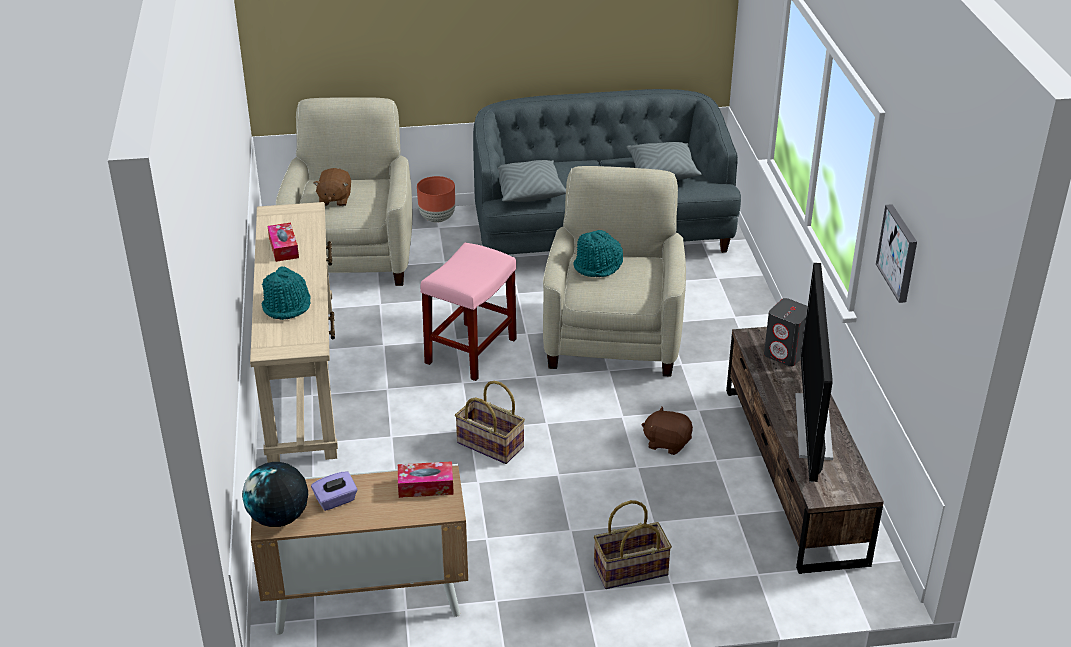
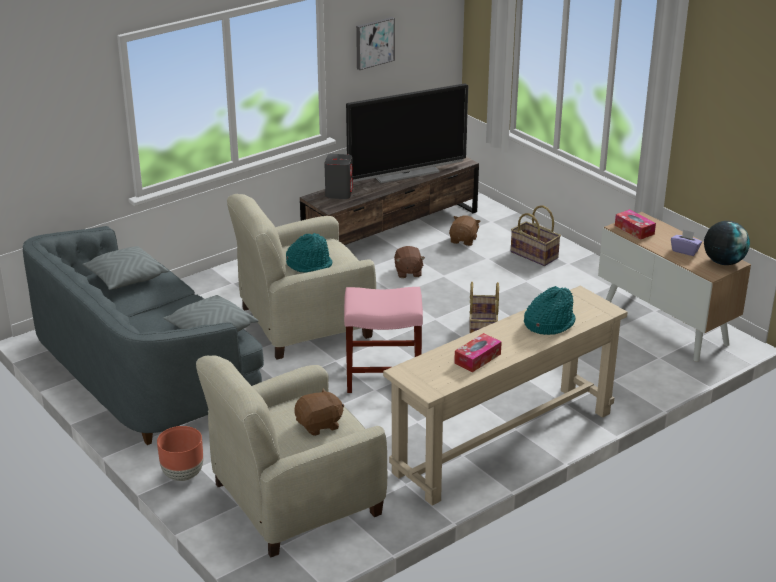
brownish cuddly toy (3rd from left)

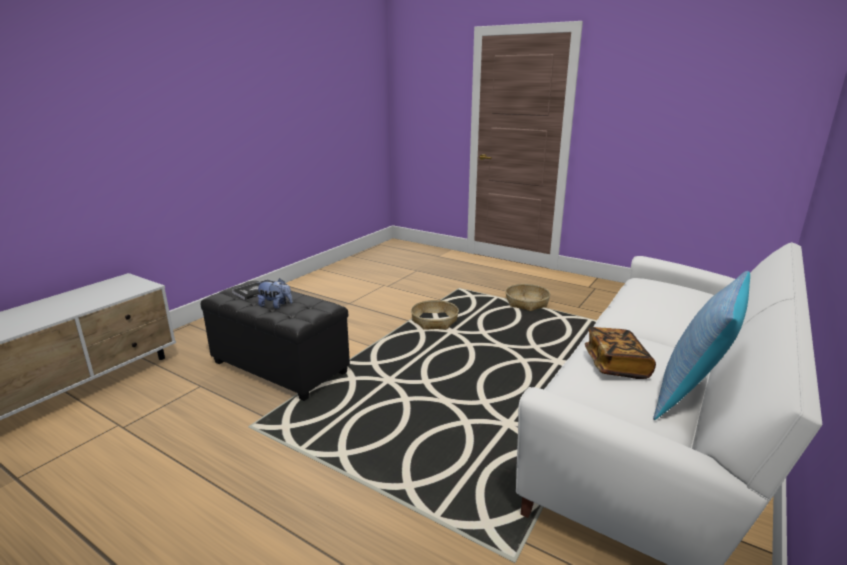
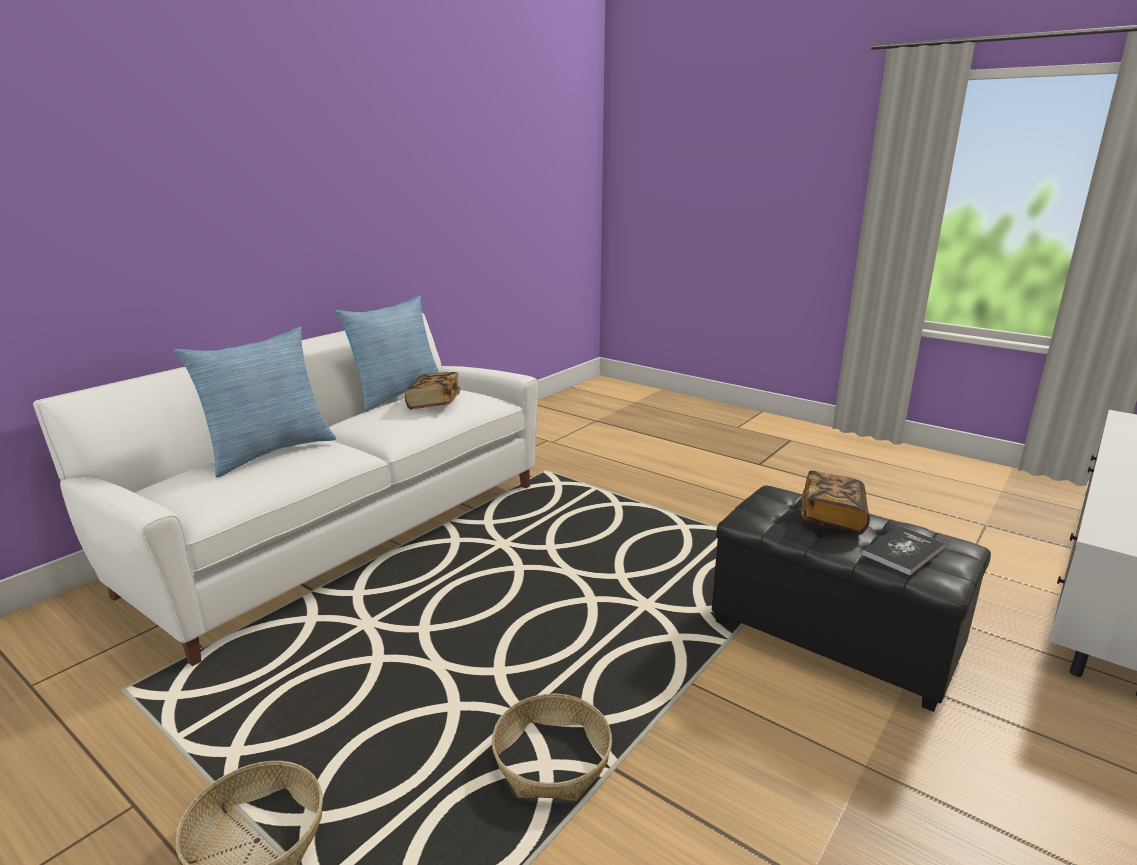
volume (2nd from left); pillow (1st from left)

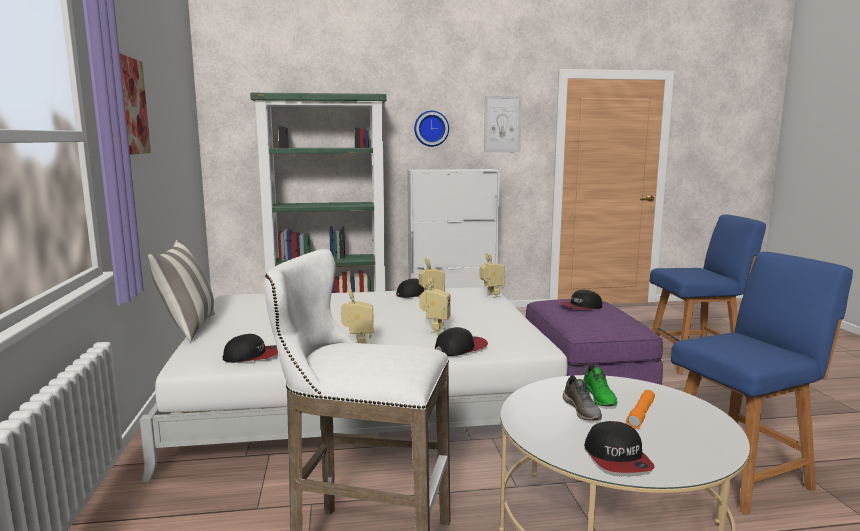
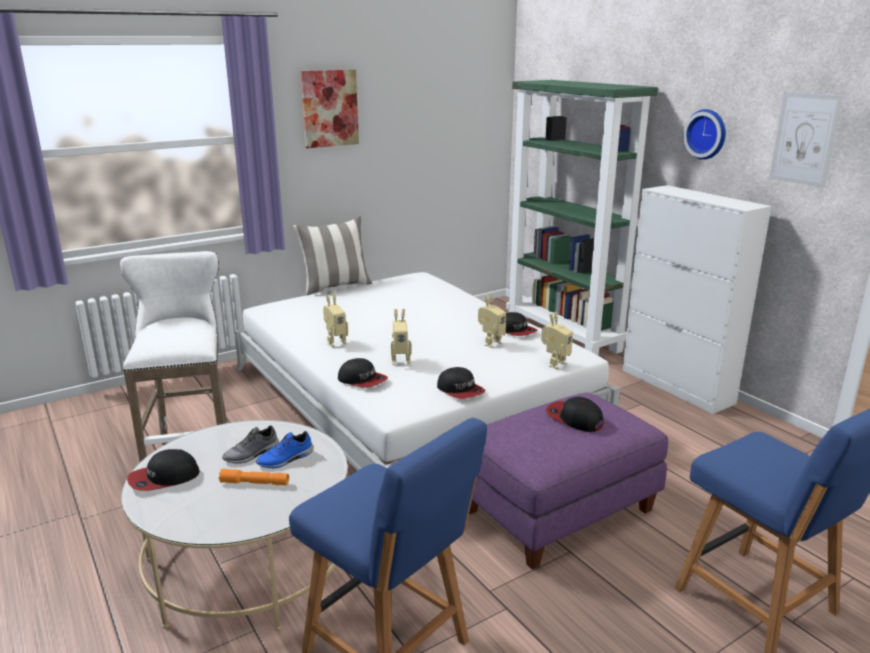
cap (3rd from left); blue-coloured item of footwear

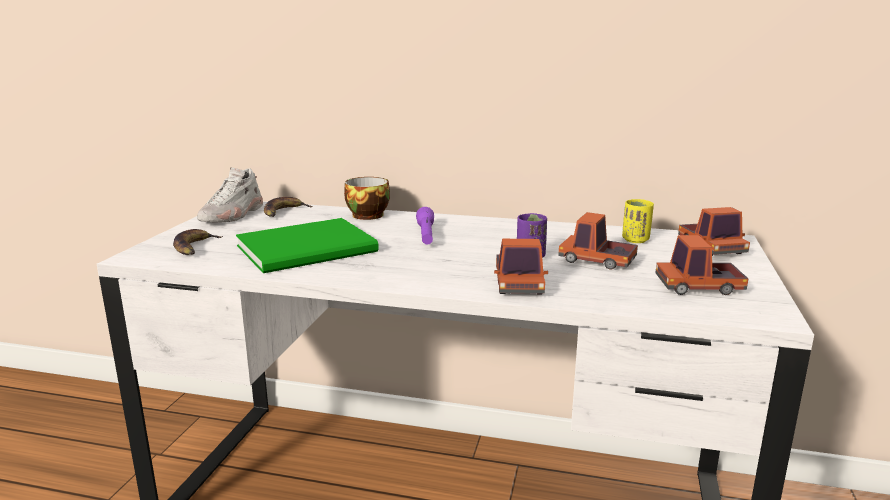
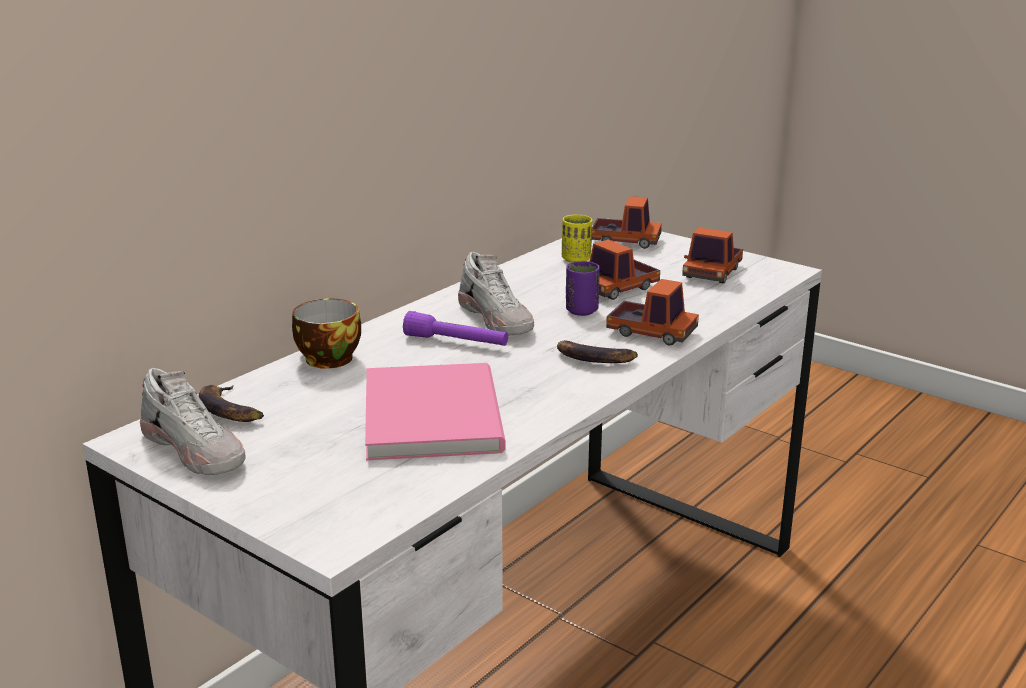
pink volume; whole banana (2nd from left); white item of footwear (2nd from left)

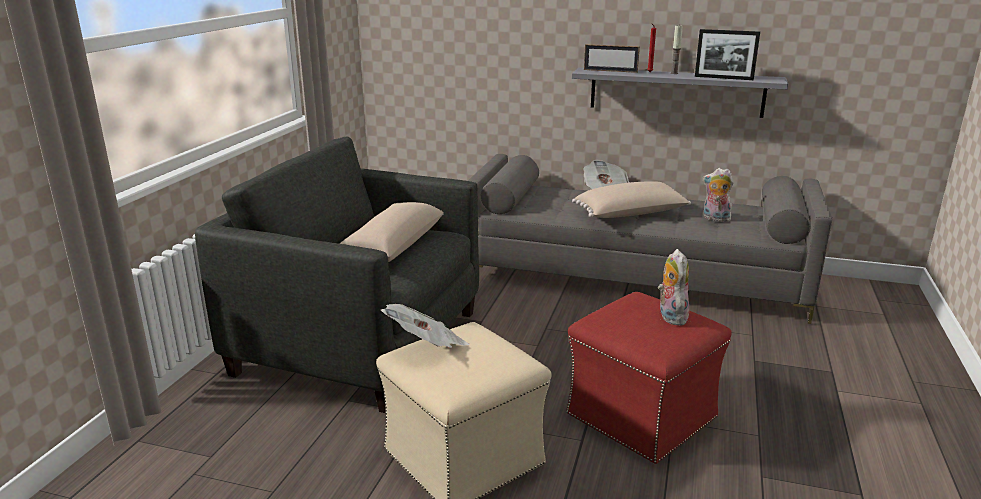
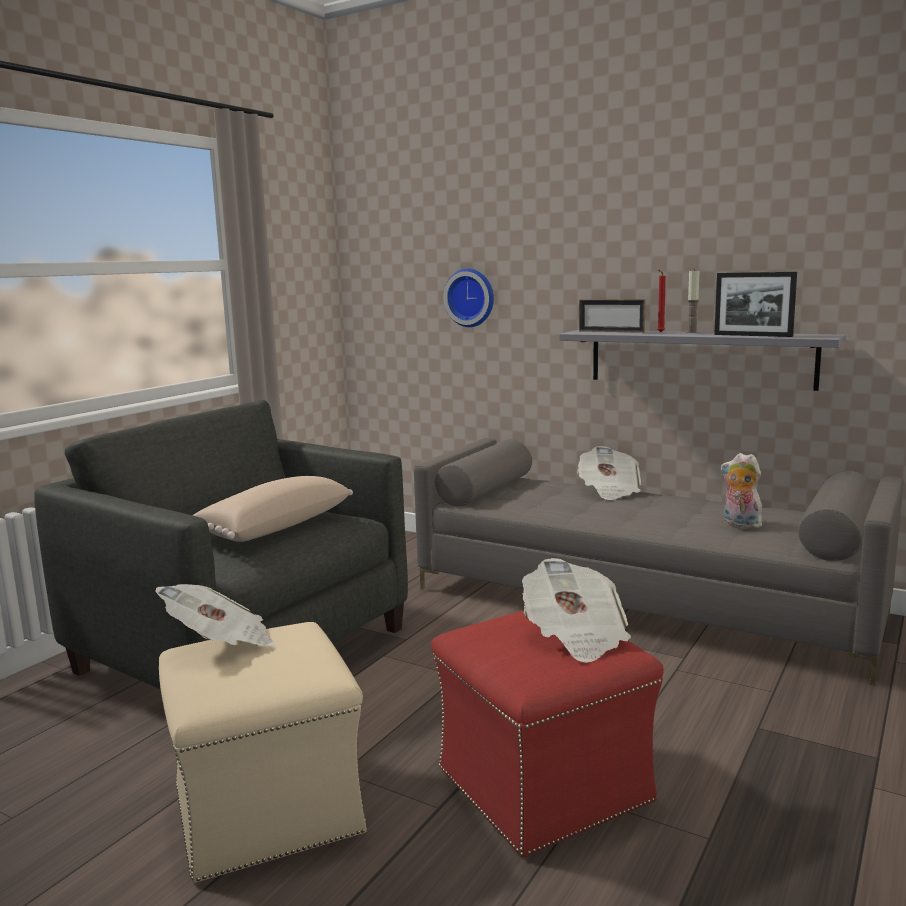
sand-coloured pillow (2nd from left in the first image); daily paper (2nd from left); wall clock

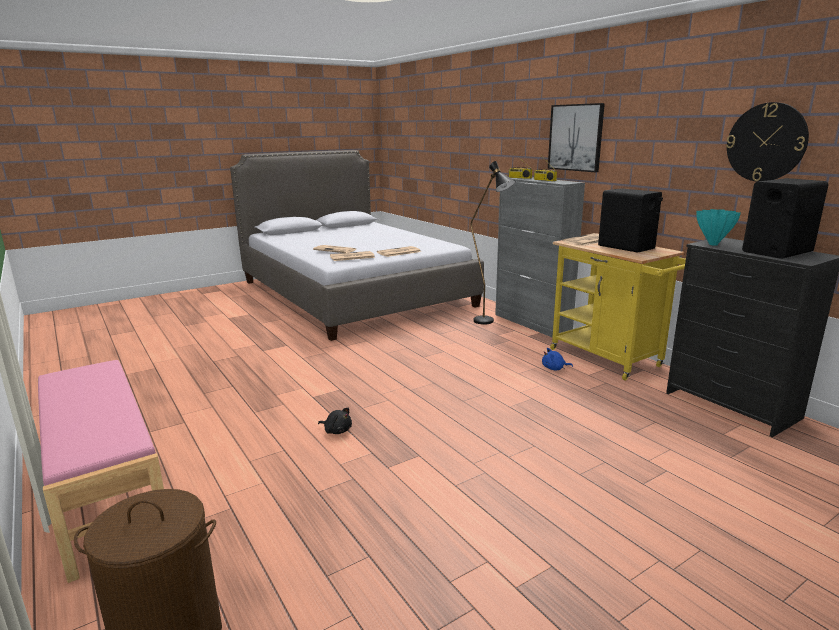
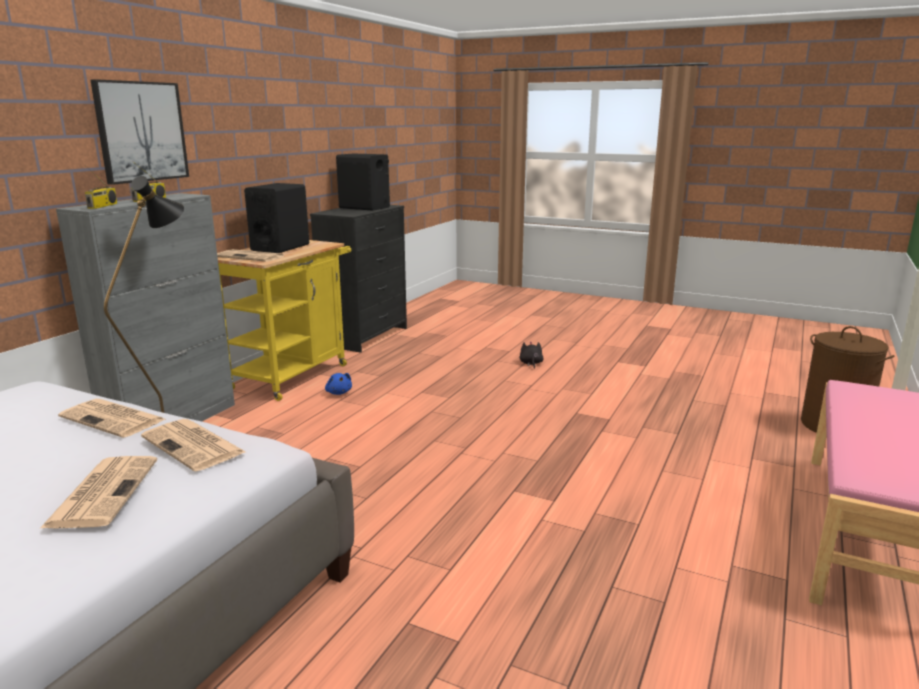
wall clock; turquoise flower vase; black-coloured cuddly toy

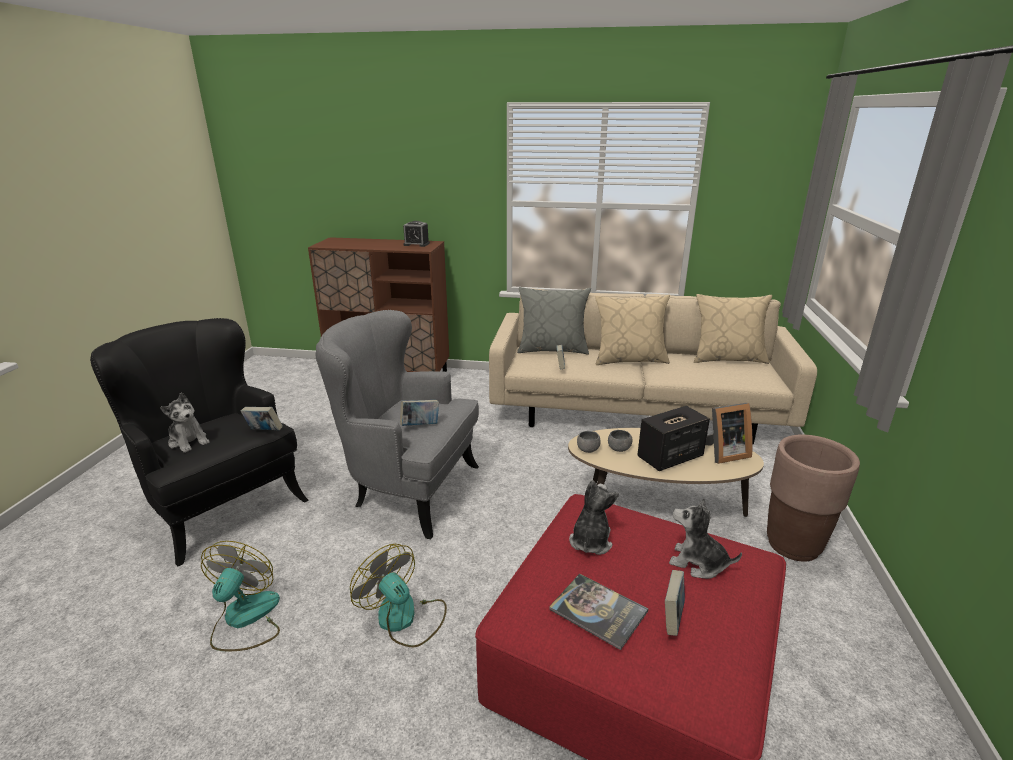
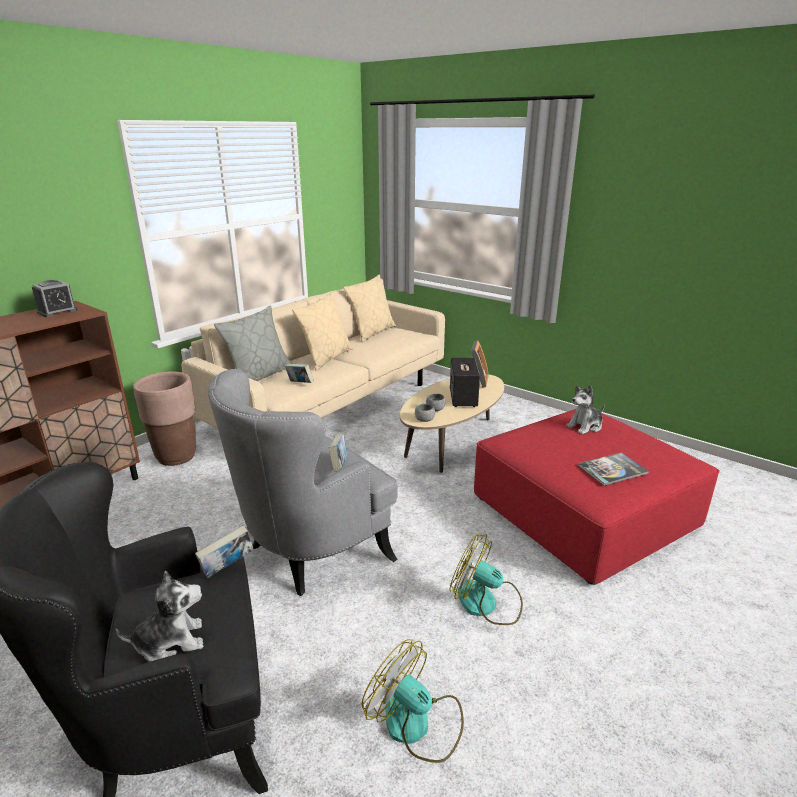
brownish flower pot; cuddly toy (2nd from left in the first image); fan (2nd from left); volume (5th from left in the first image)

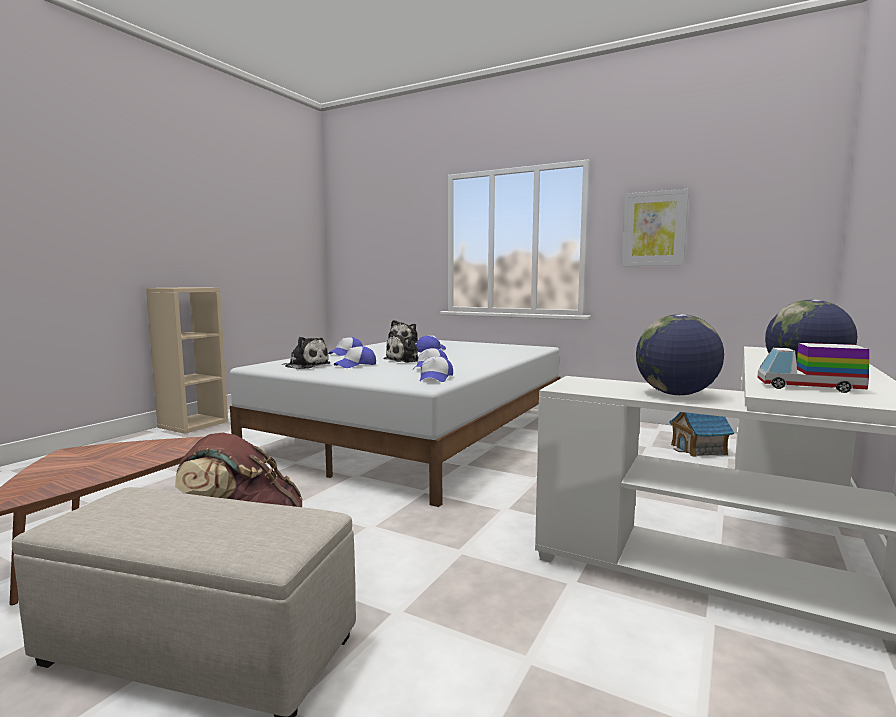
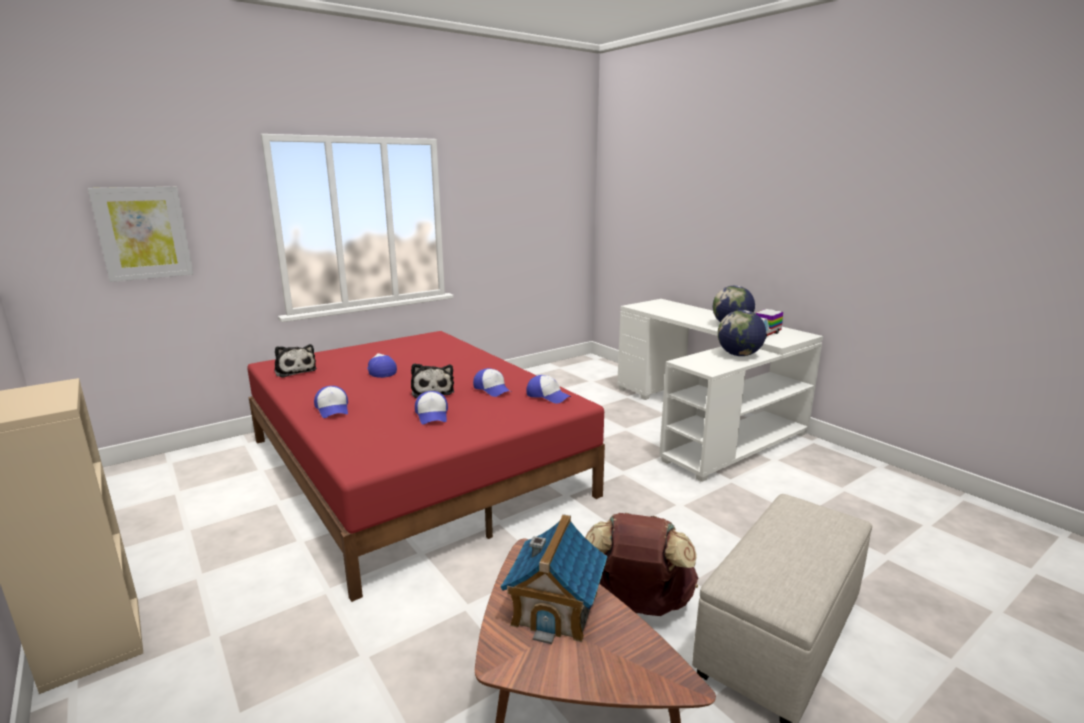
wall picture; cuddly toy (1st from left in the first image); reddish bedroom bed; model house

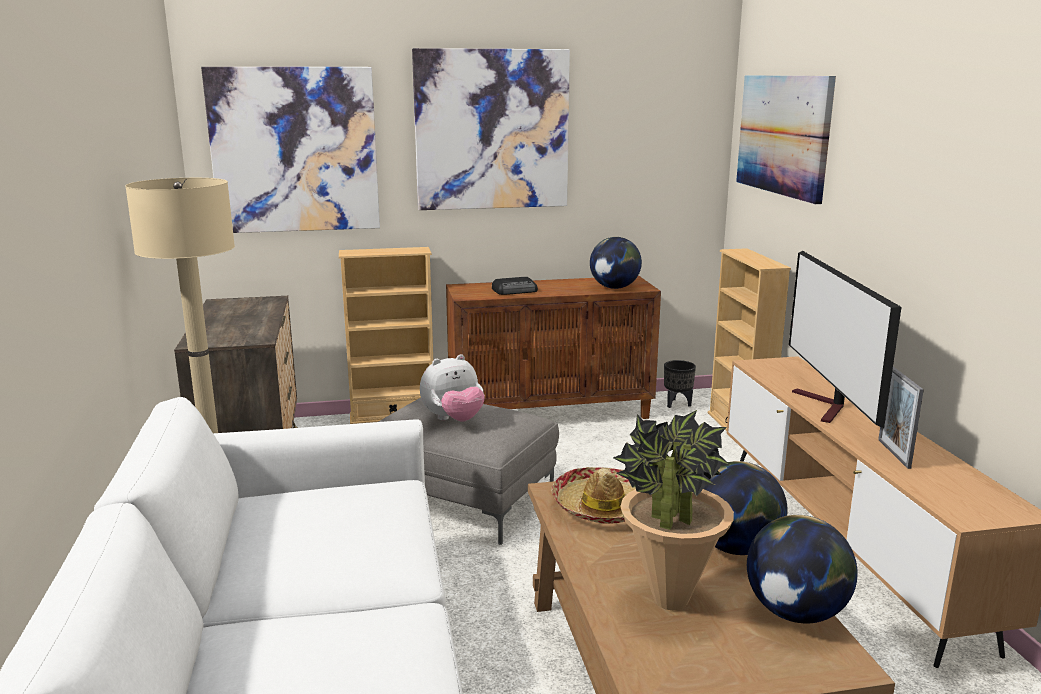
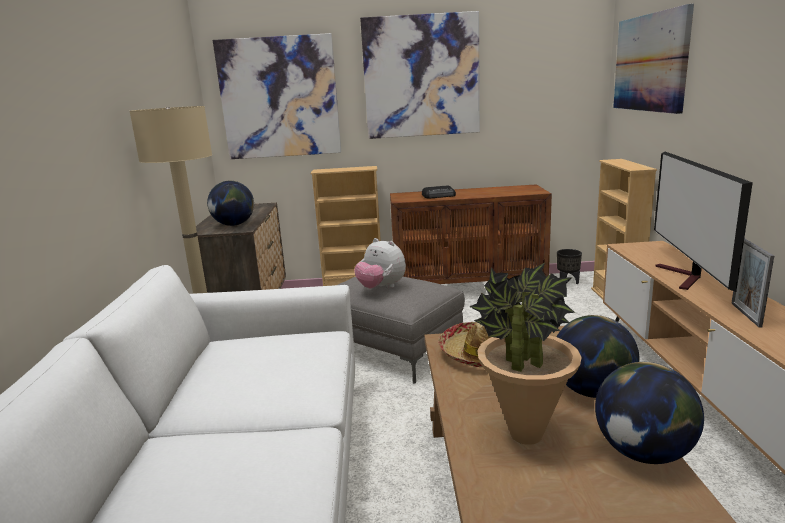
desk globe (1st from left); cuddly toy

